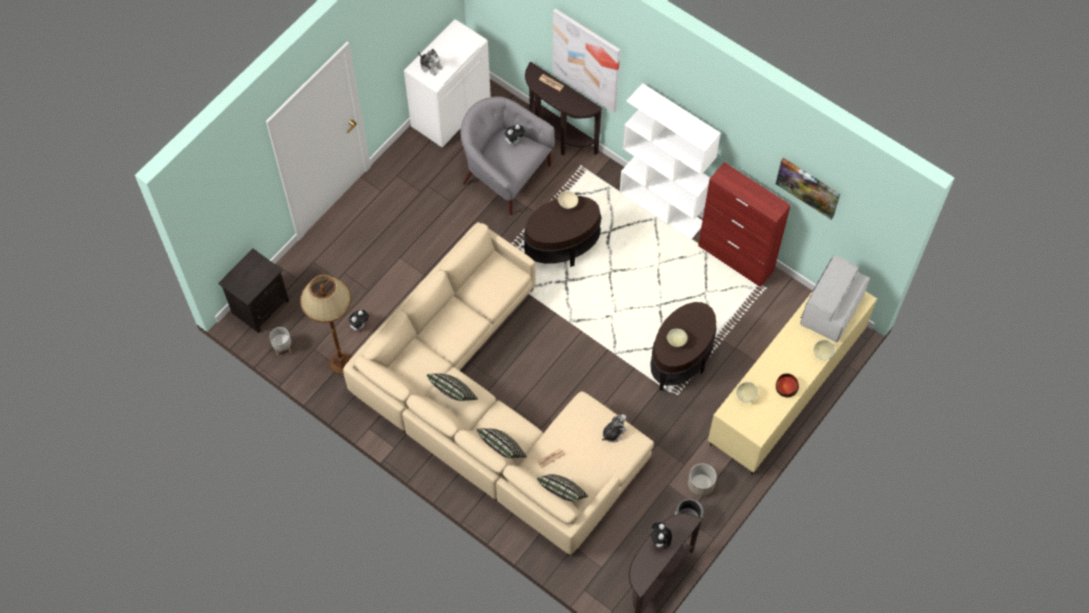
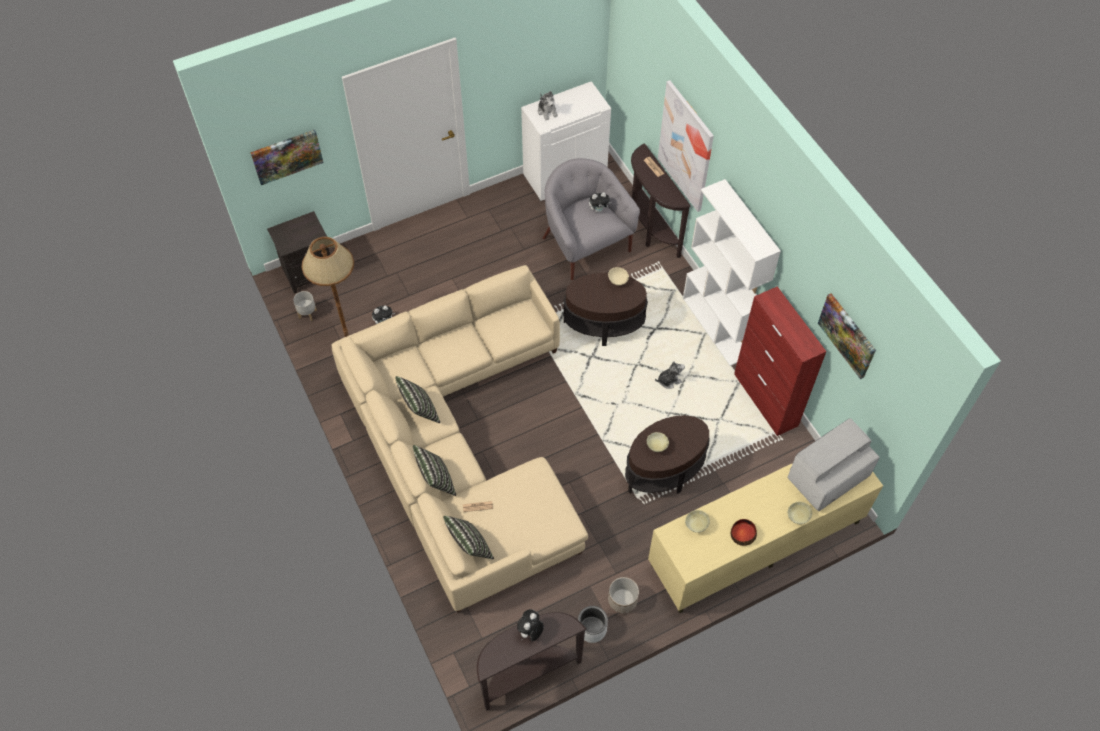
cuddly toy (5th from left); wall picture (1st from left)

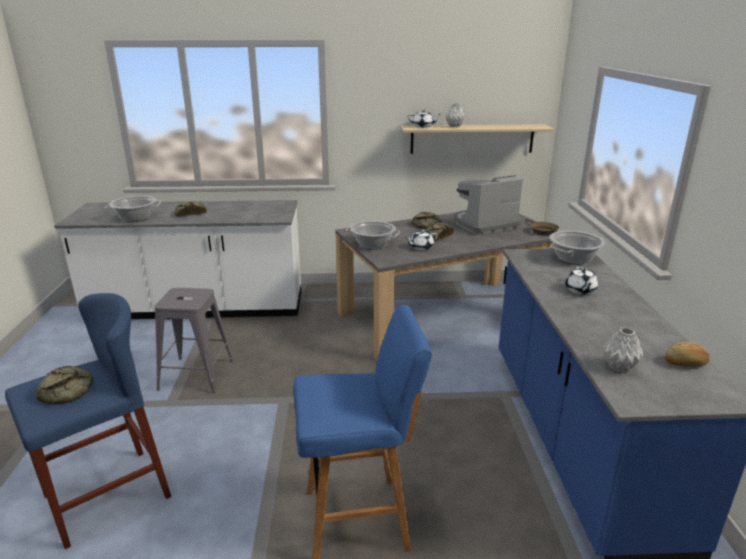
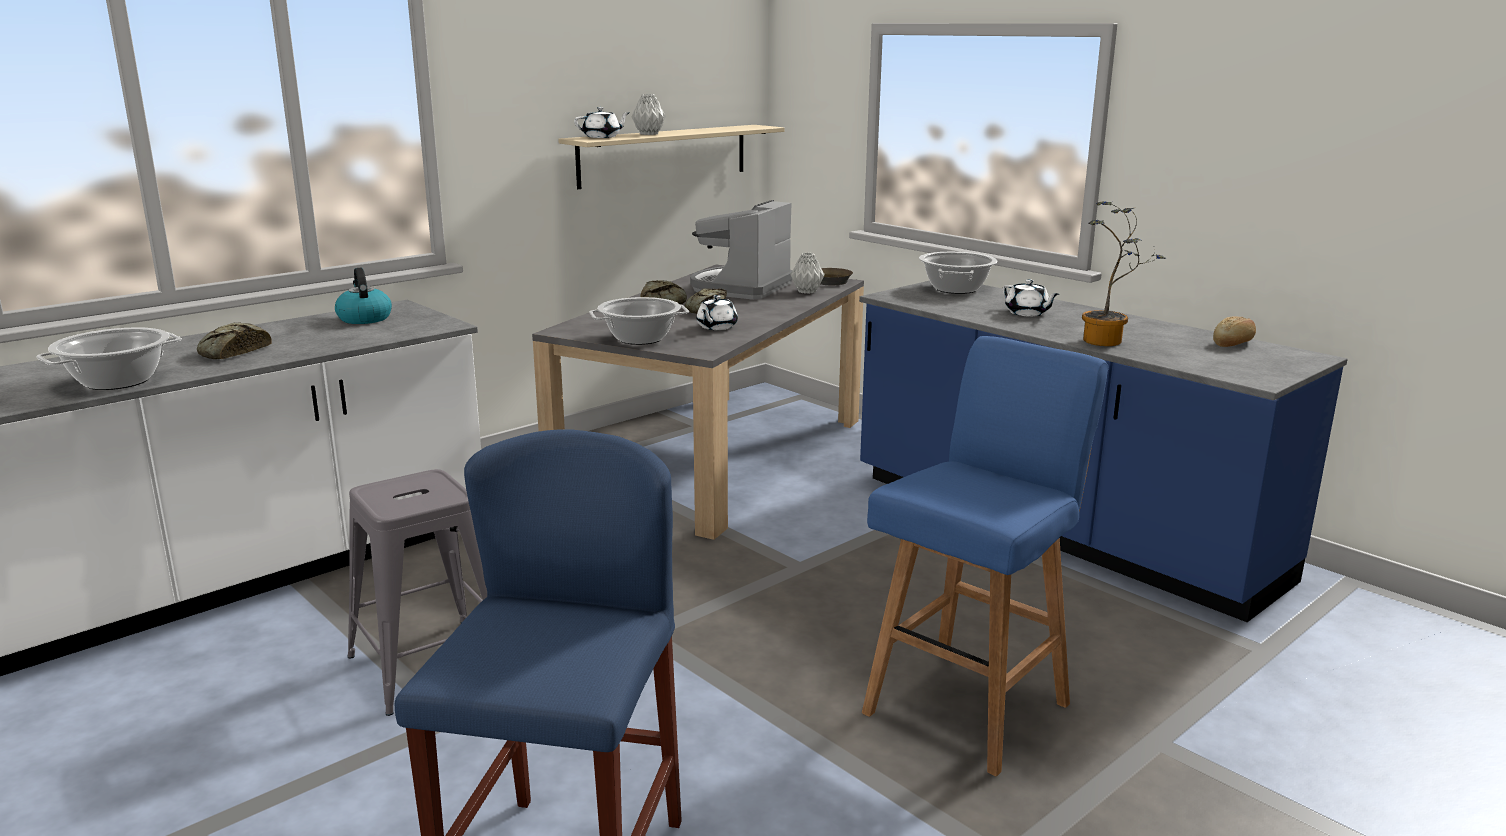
gray flower vase (2nd from left); baked bread (1st from left in the first image); potted plant; kettle

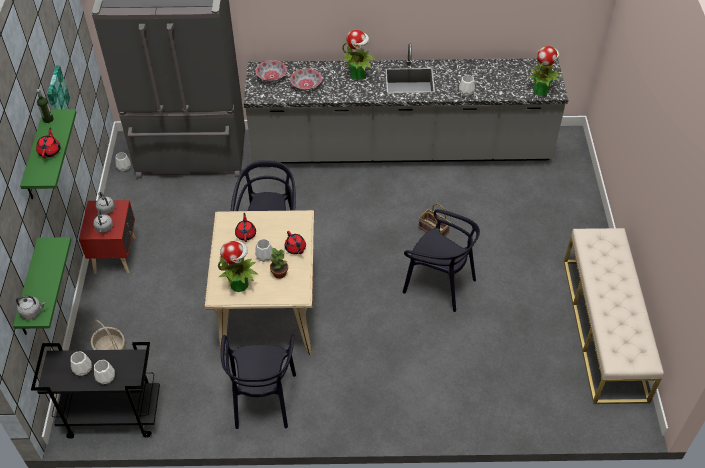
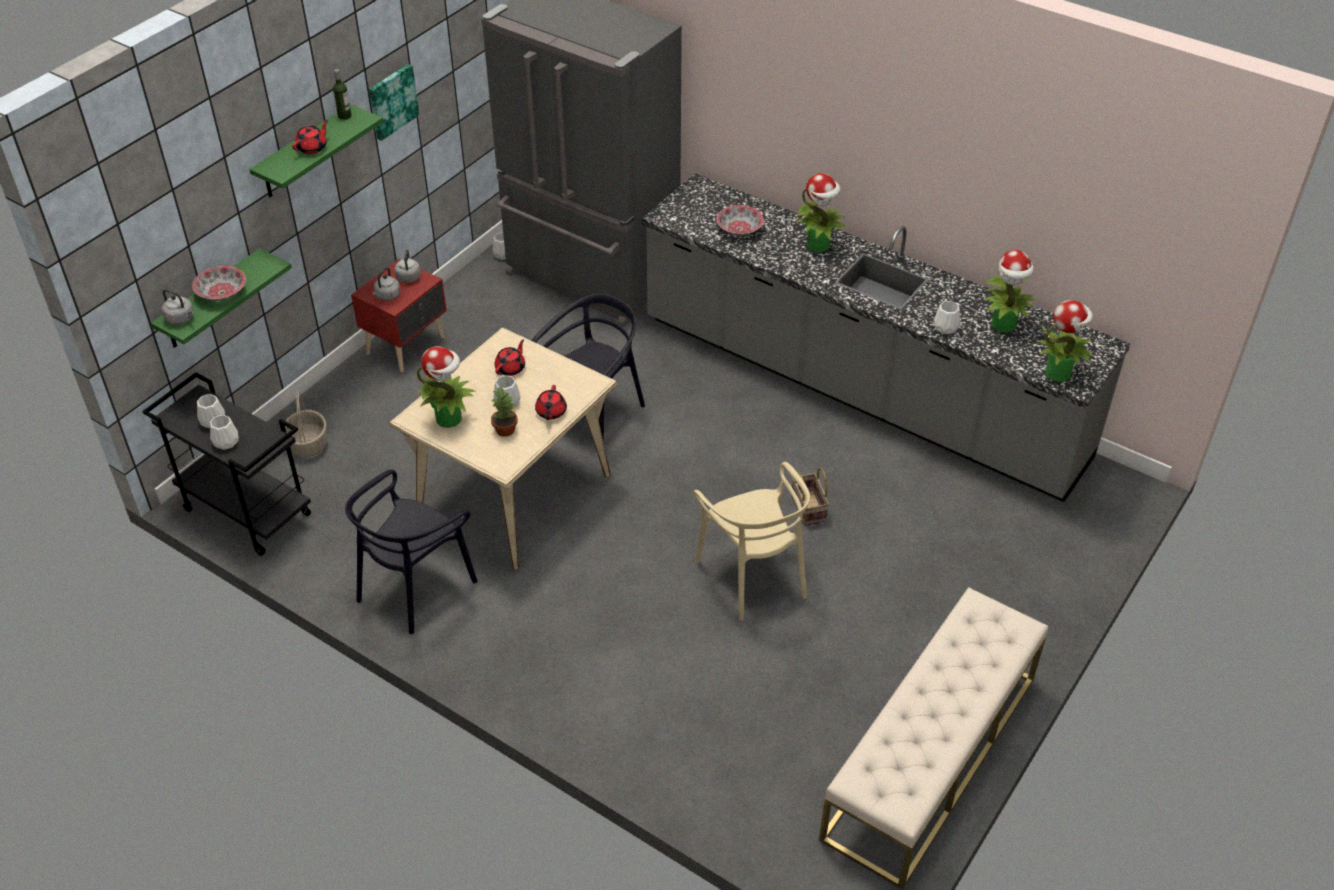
bowl (1st from left); sand-coloured upright chair; potted plant (4th from left)

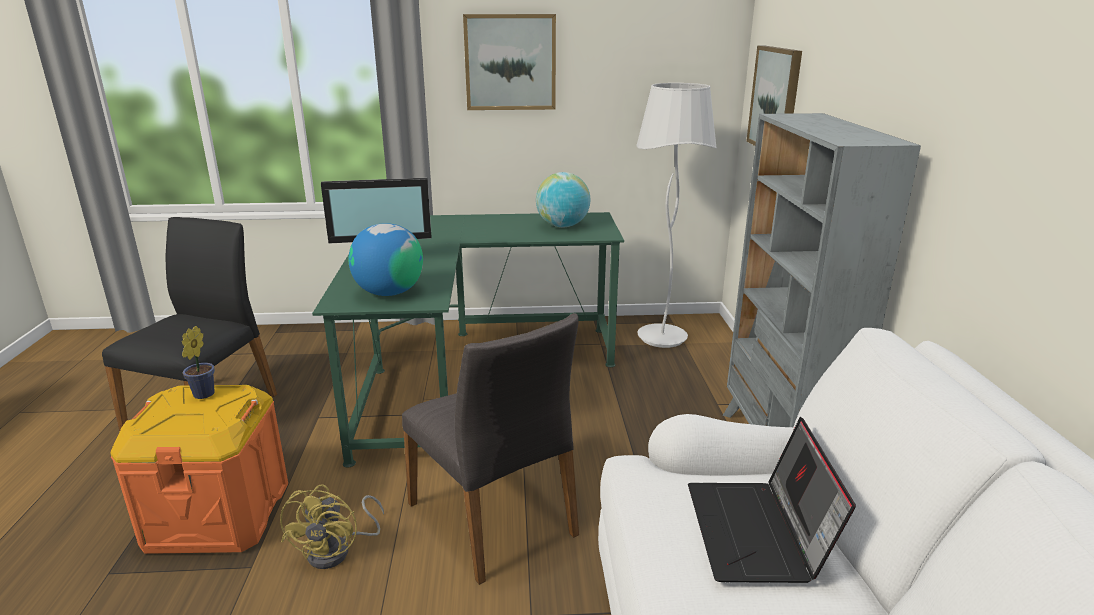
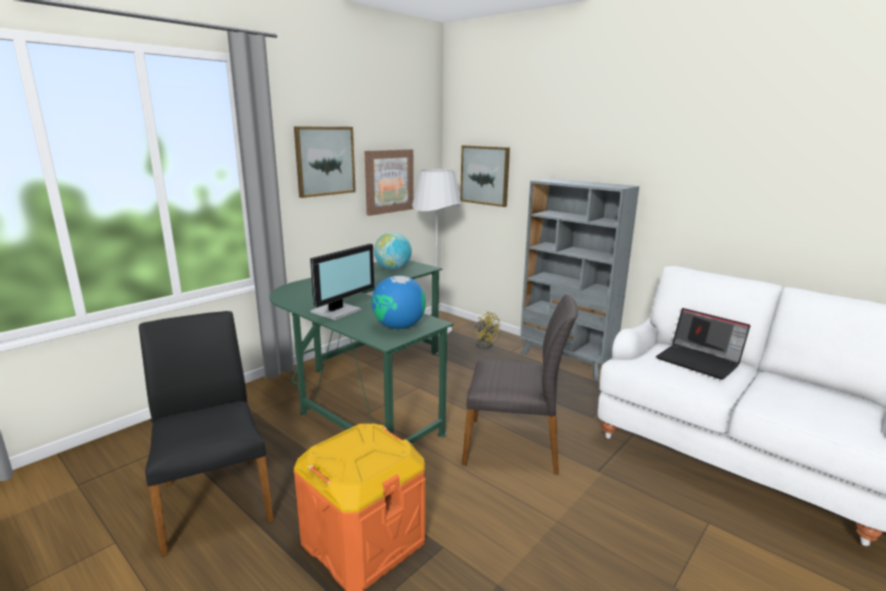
potted plant; yellow-coloured fan; wall picture (2nd from left)

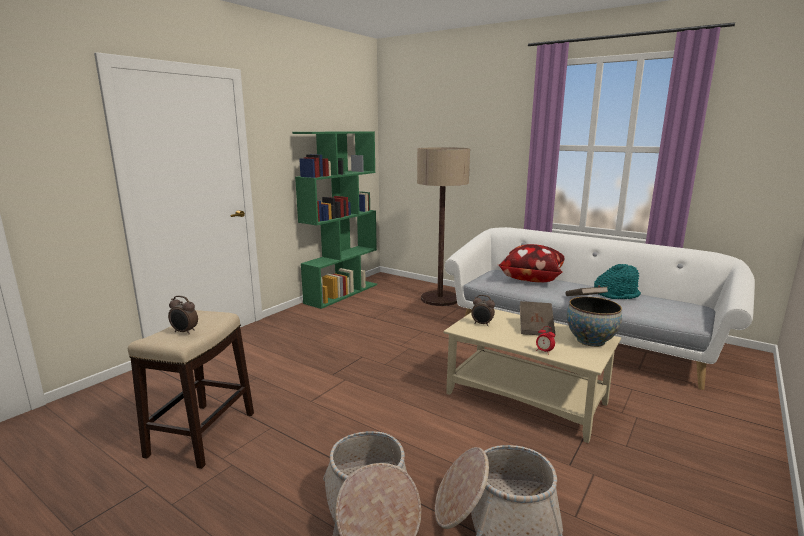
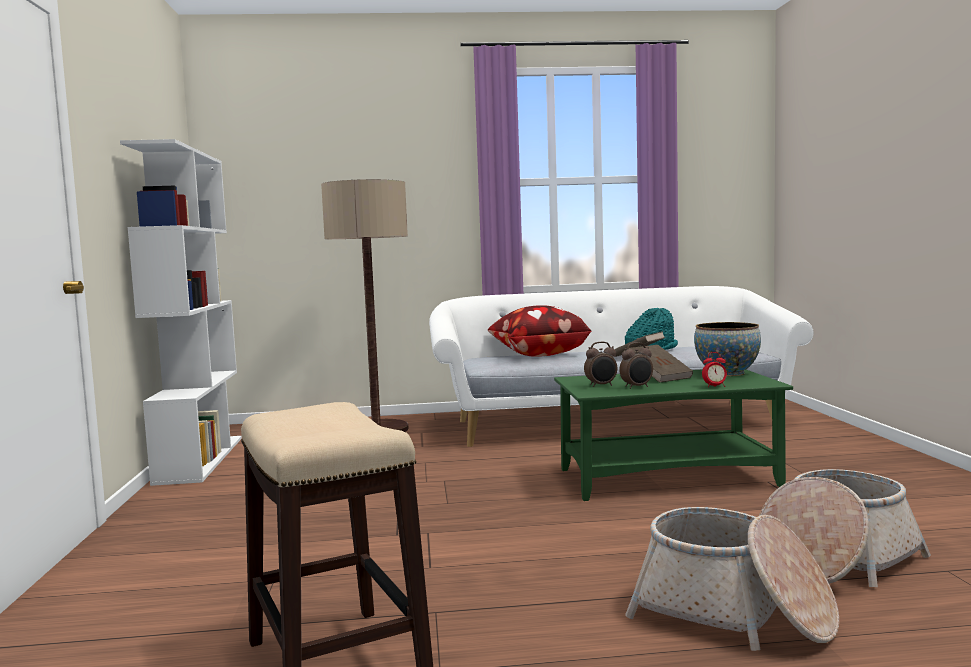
white bookcase; alarm clock (2nd from left); green coffee table

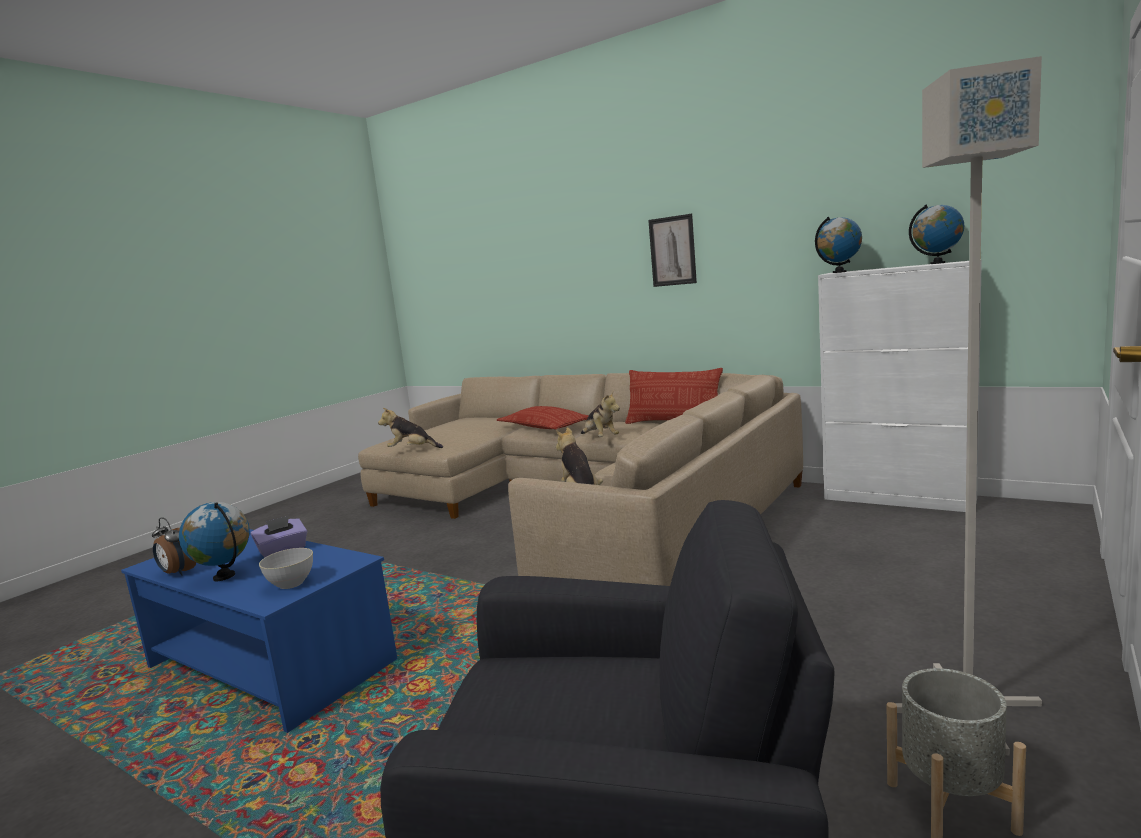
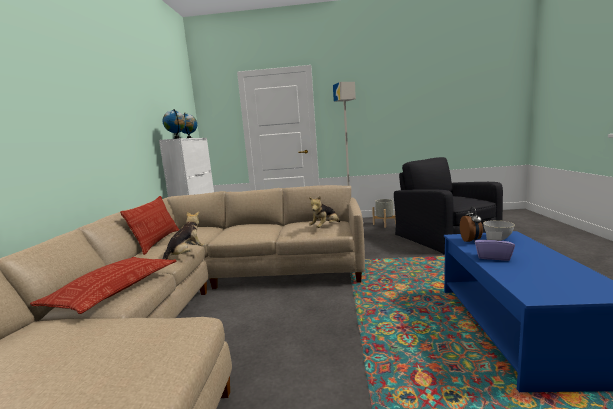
wall picture; cuddly toy (1st from left in the first image); desk globe (1st from left in the first image); alarm clock

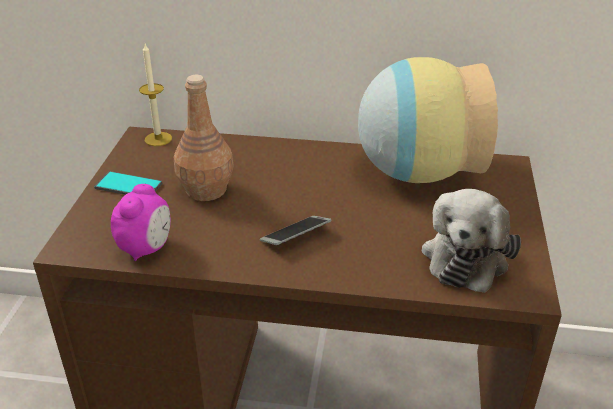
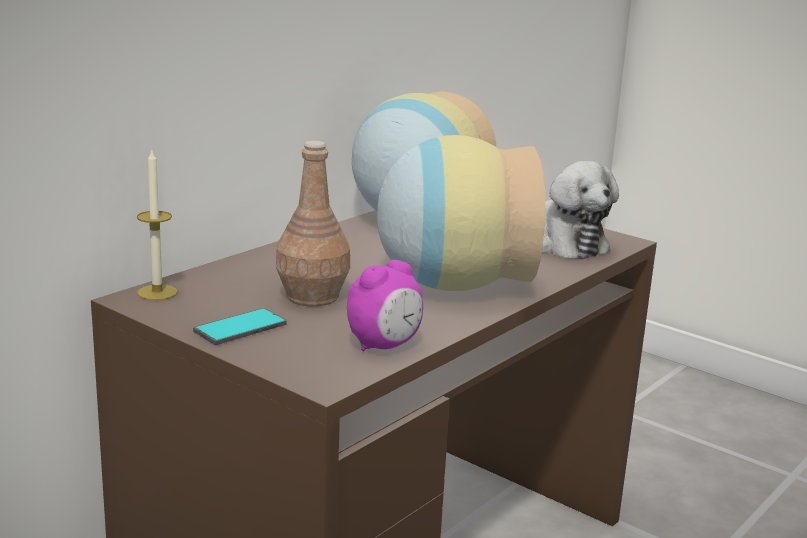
alarm clock; flower vase (2nd from left)

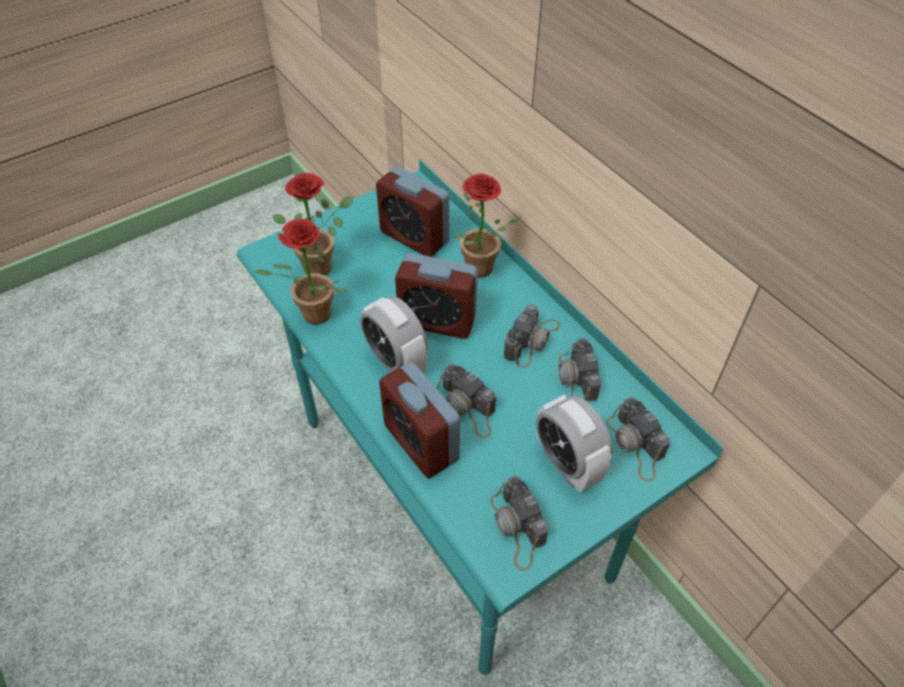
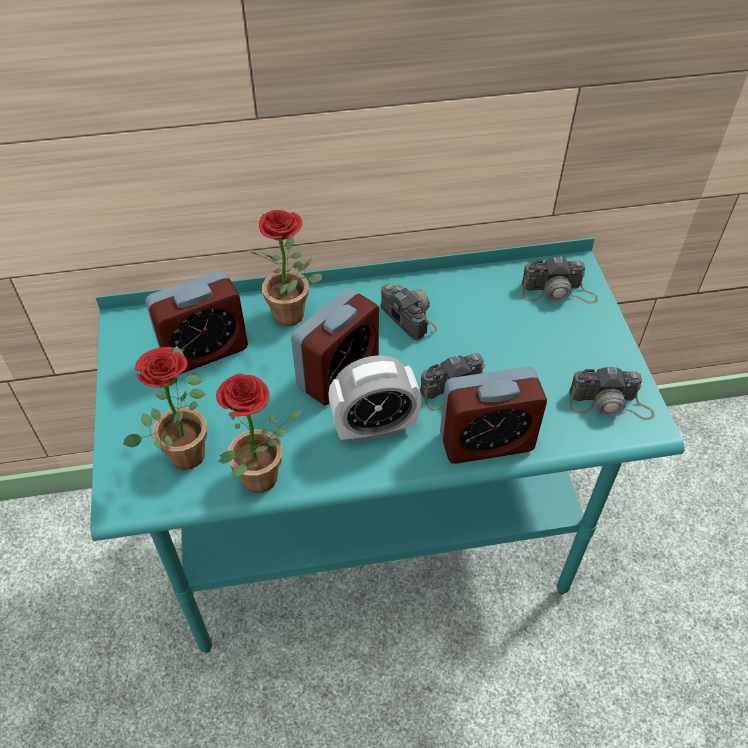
photo camera (4th from left in the first image); alarm clock (5th from left in the first image)

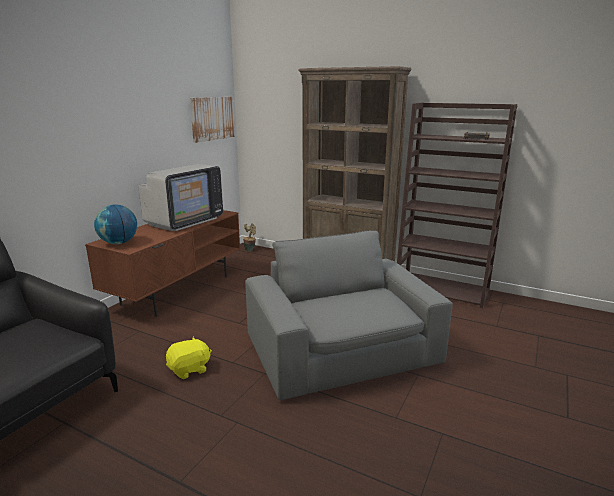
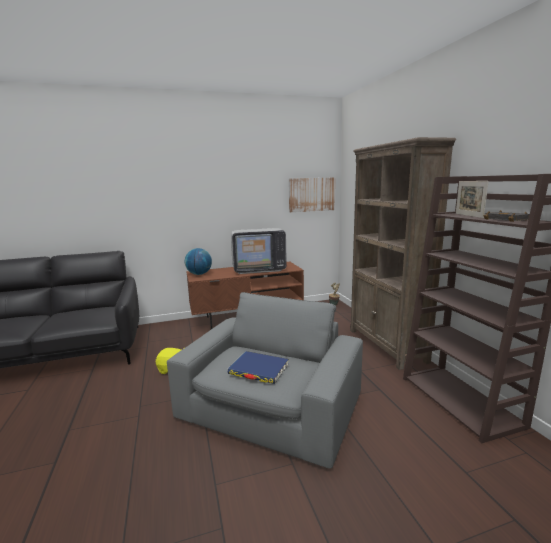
photo frame; blue-coloured volume

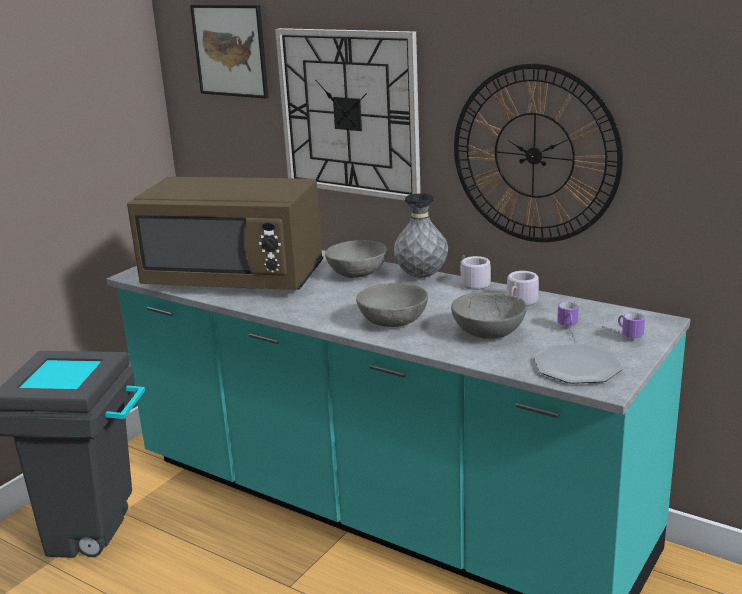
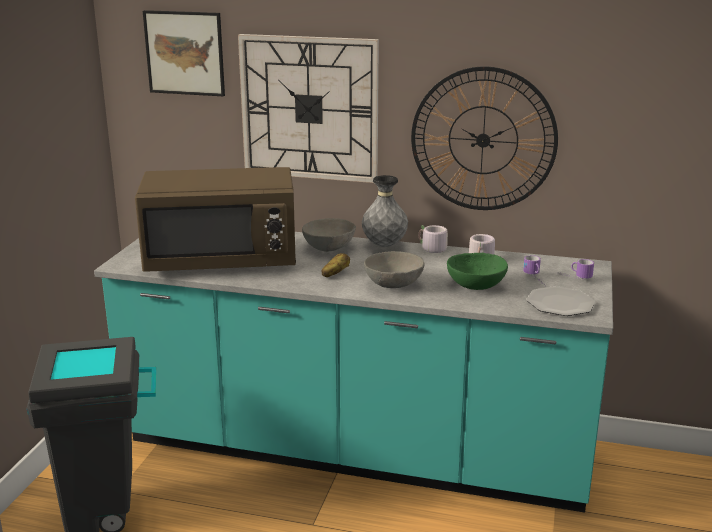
green bowl; potato

